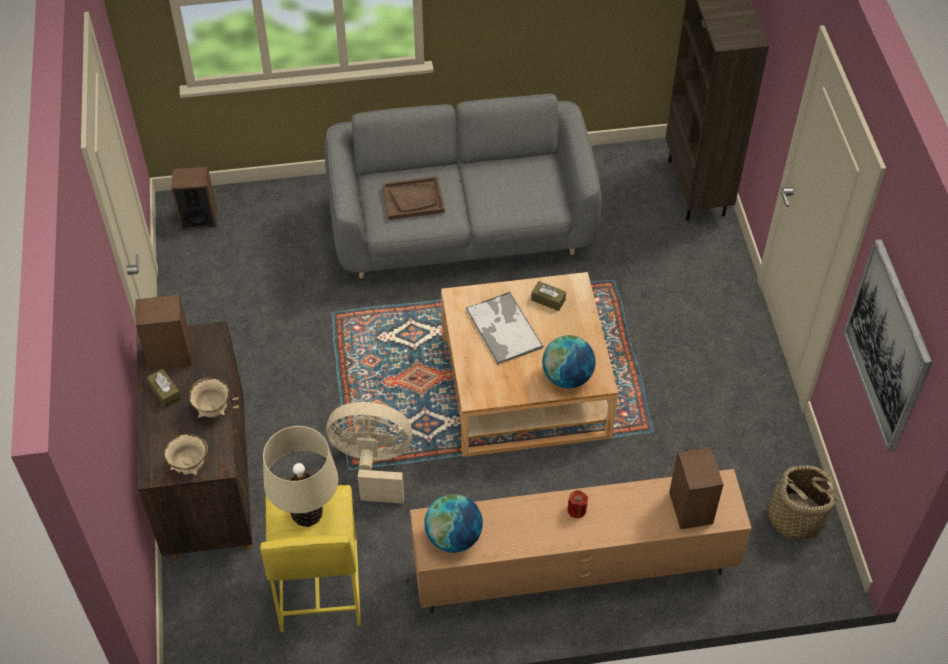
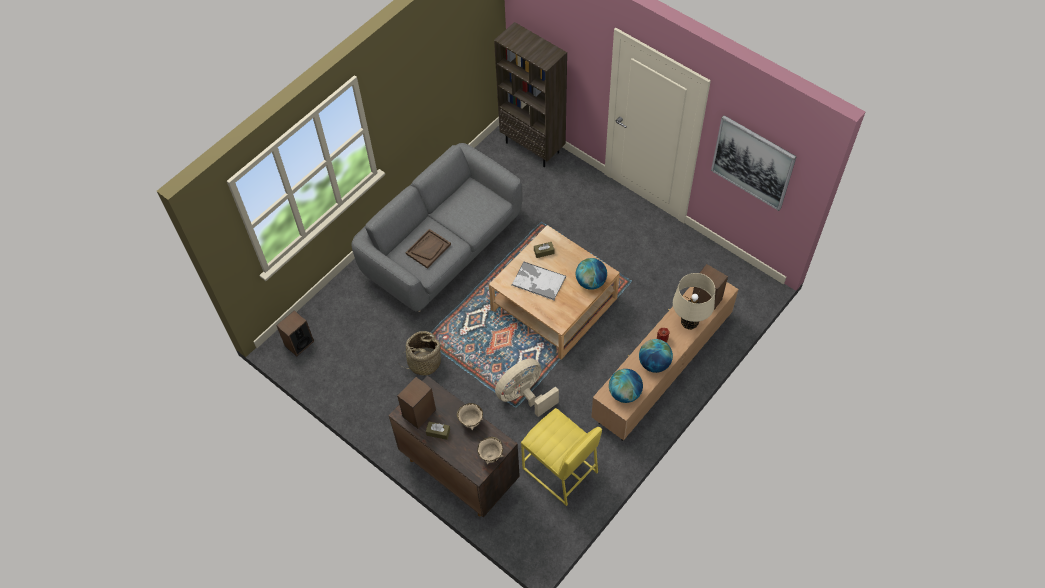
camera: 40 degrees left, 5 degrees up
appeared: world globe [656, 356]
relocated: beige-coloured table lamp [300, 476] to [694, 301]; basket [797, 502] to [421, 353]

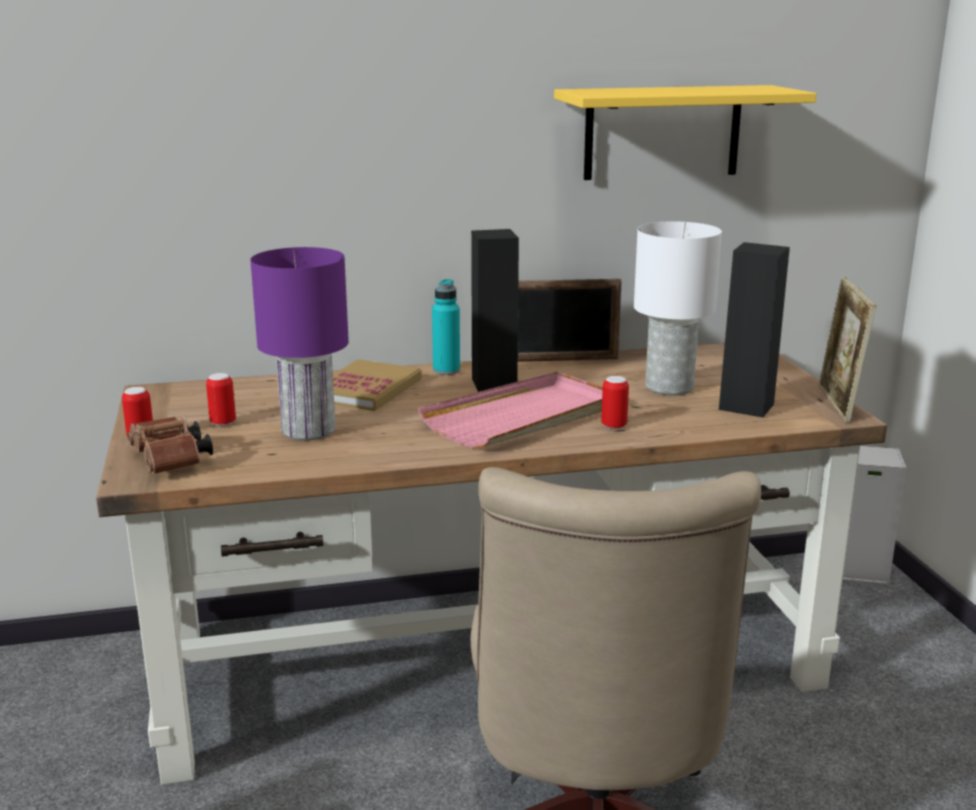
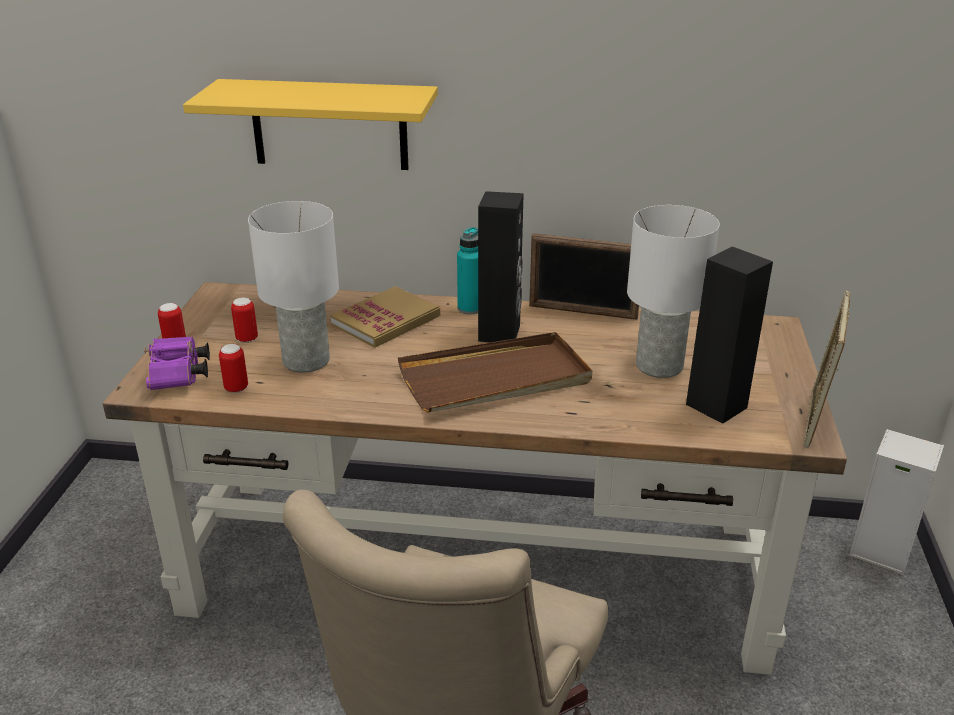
camera: 20 degrees right, 10 degrees up
relocated: yellow bracket shelf [685, 132] to [310, 124]; sealed can [615, 402] to [233, 368]
colour: brownish field glasses [170, 445] to purple field glasses [177, 363]; purple table lamp [299, 343] to whitish table lamp [293, 286]; pinkish serving tray [510, 409] to brownish serving tray [495, 372]

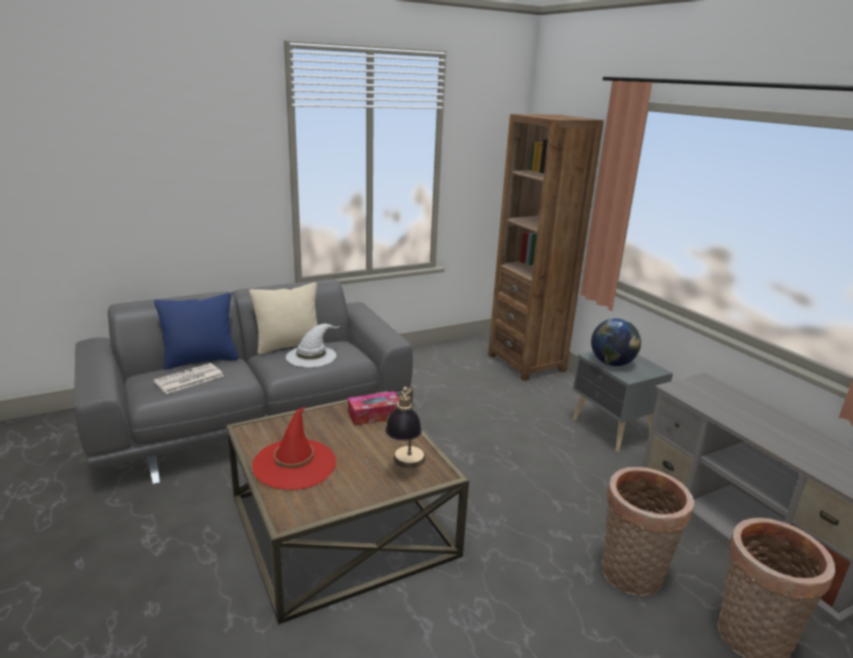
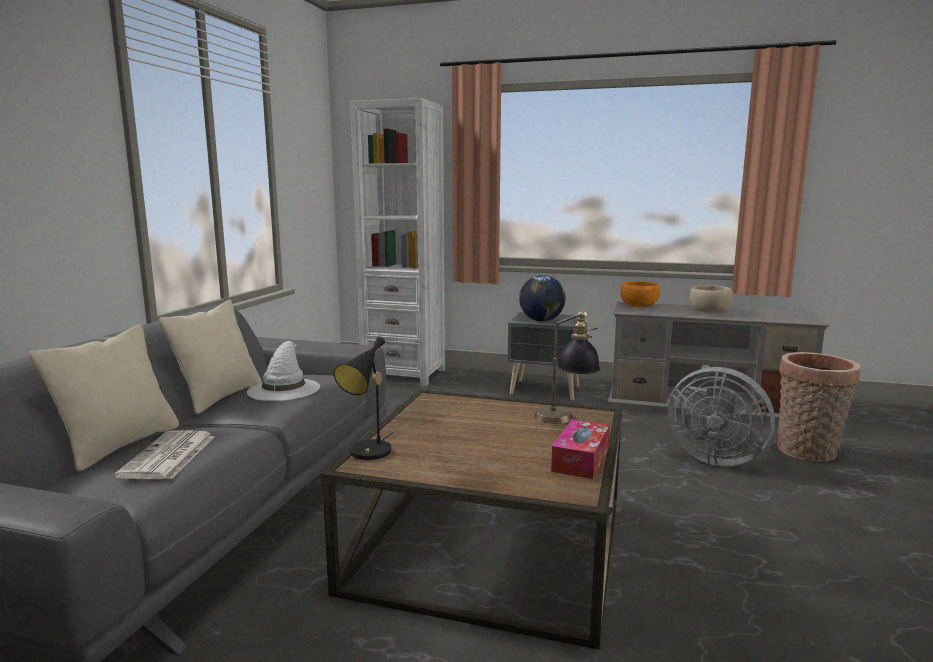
camera: 45 degrees left, 10 degrees down
missing: reddish wearable hat [294, 448]
appeared: black-coloured table lamp [363, 398]; orange-coloured deep dish [640, 294]; beige-coloured deep dish [711, 299]
relocated: box of tissues [373, 408] to [580, 449]
exchanged: basket [647, 531] to gray fan [721, 416]
colour: bluish throw pillow [196, 331] to beige-coloured throw pillow [104, 398]; brownish bookshelf [546, 247] to whitish bookshelf [397, 242]

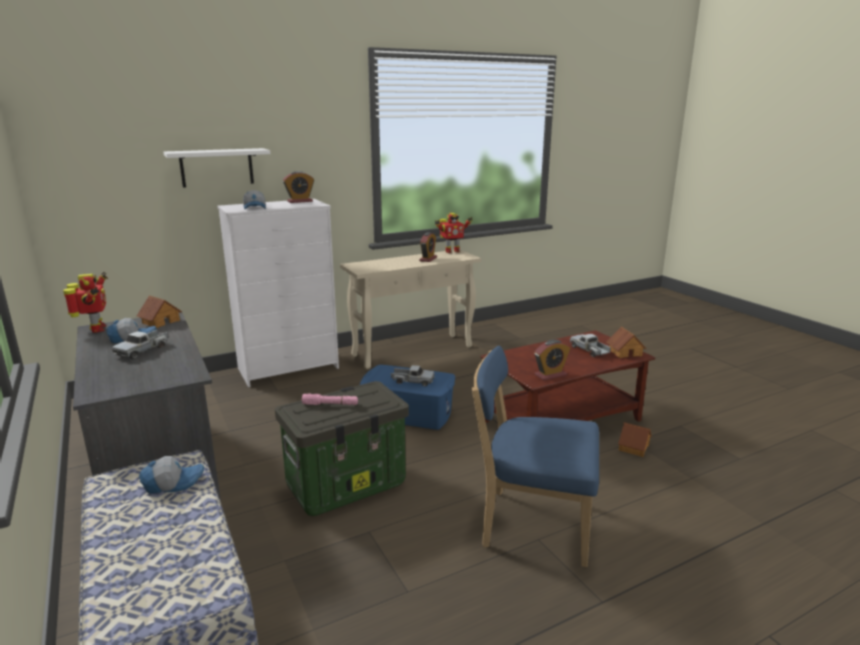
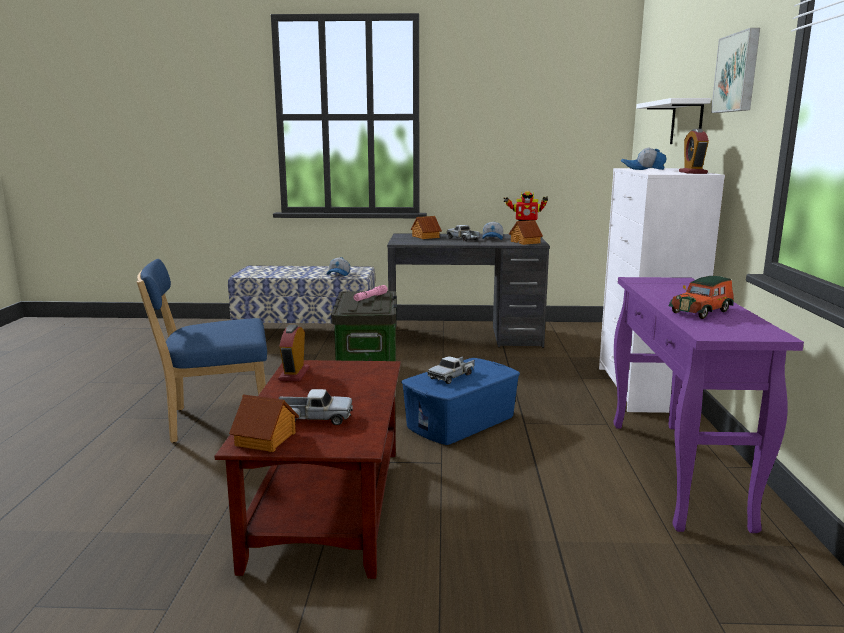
camera: 120 degrees right, 5 degrees down
missing: robot figure [453, 233]
appeared: picture [735, 70]
relocated: model house [634, 439] to [426, 227]
exchanged: table clock [428, 247] to miniature car [701, 297]
colour: beige-coloured narrow table [410, 309] to purple narrow table [708, 405]
spun: bluish upright chair [535, 456] = [201, 351] 150 degrees counterclockwise

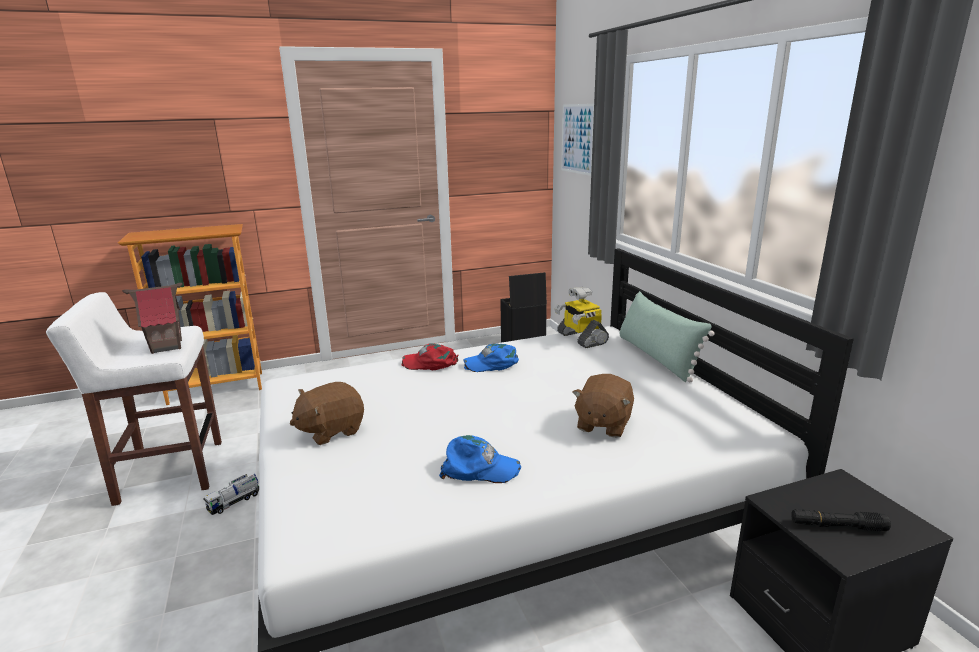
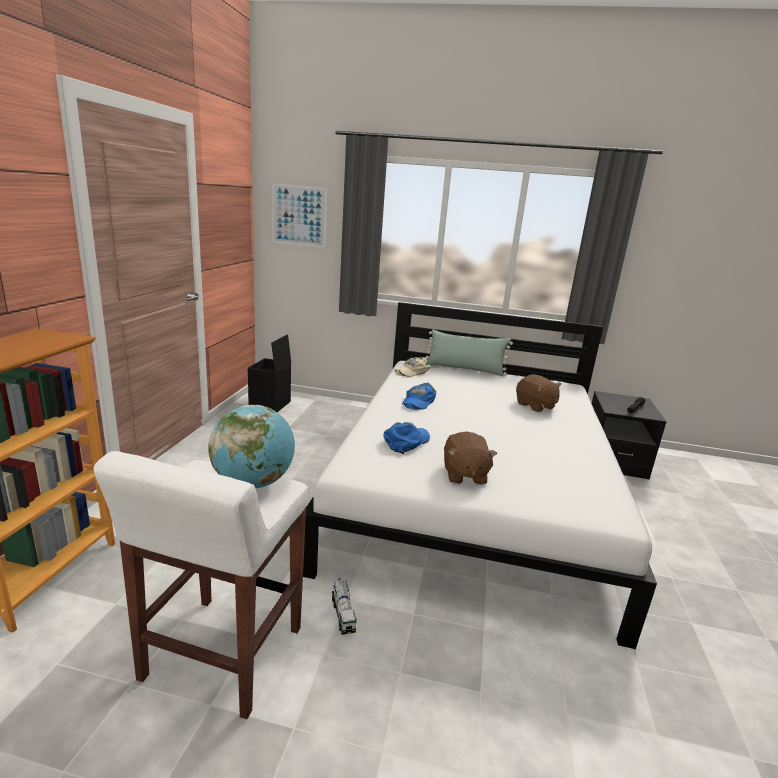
camera: 60 degrees left, 0 degrees up
missing: reddish baseball cap [430, 356]
relocated: bluish baseball cap [480, 459] to [406, 438]
exchanged: model house [152, 318] to world globe [251, 446]; robot figure [581, 317] to beige-coloured baseball cap [412, 367]

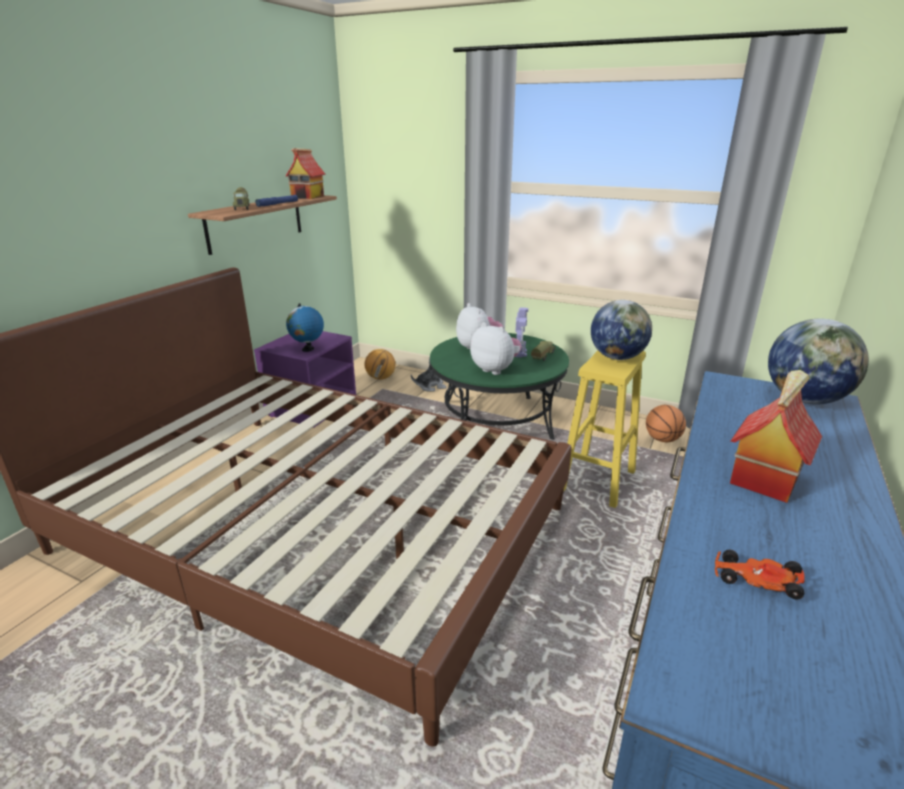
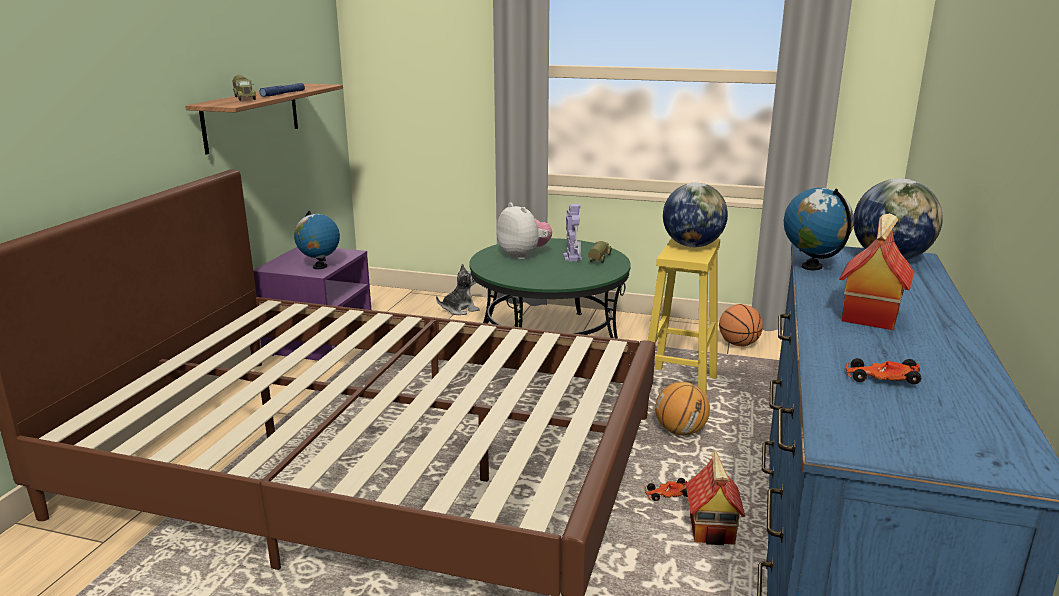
camera: 10 degrees left, 5 degrees down
missing: cuddly toy [495, 348]
appeared: miniature car [666, 489]; world globe [819, 229]
relocated: model house [306, 173] to [715, 497]; basketball ball [380, 364] to [682, 409]

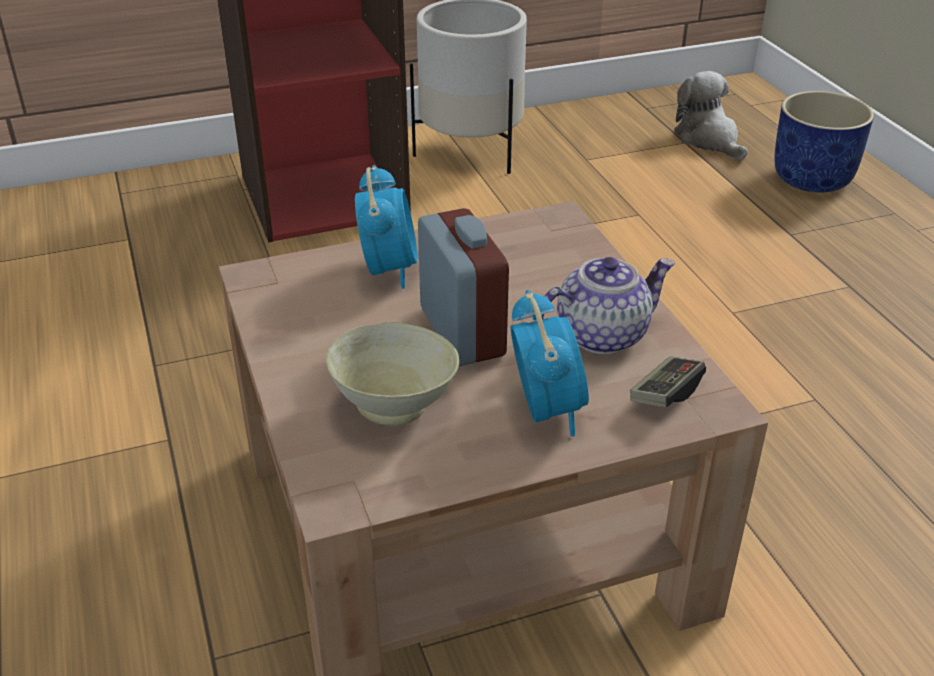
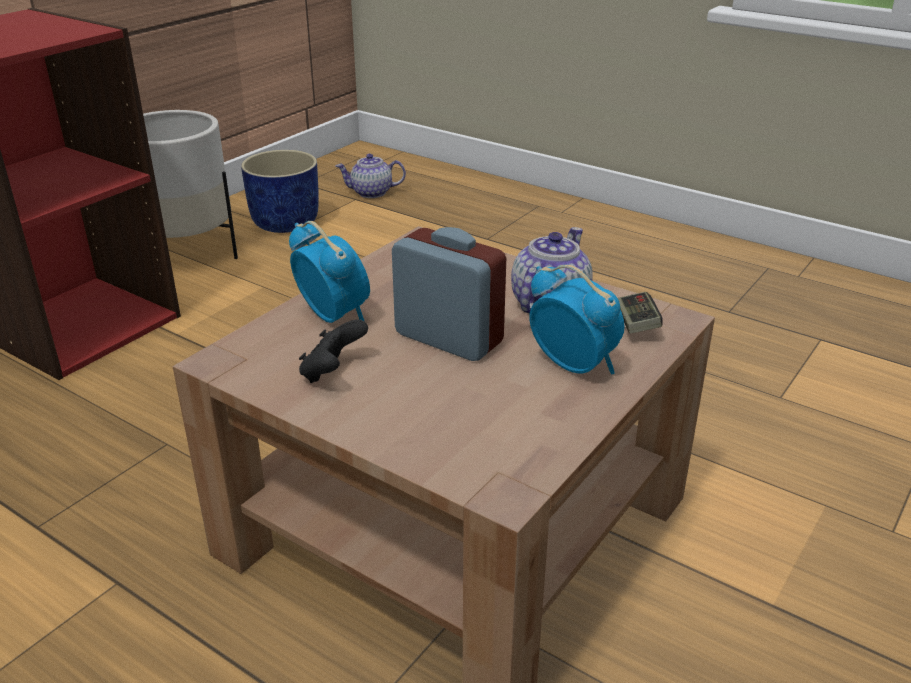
camera: 35 degrees left, 5 degrees down
missing: beige-coloured deep dish [392, 374]
appeared: black-coloured joypad [333, 351]
relocated: bluish plant pot [824, 141] to [280, 191]
exchanged: cuddly toy [711, 115] to teapot [371, 176]

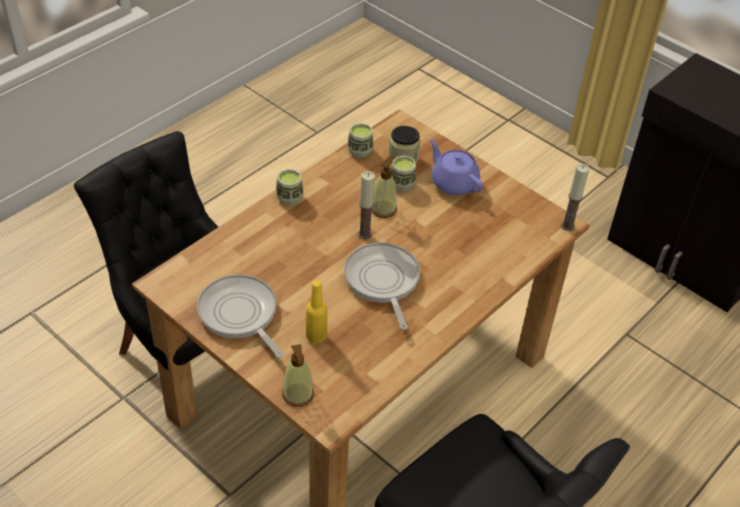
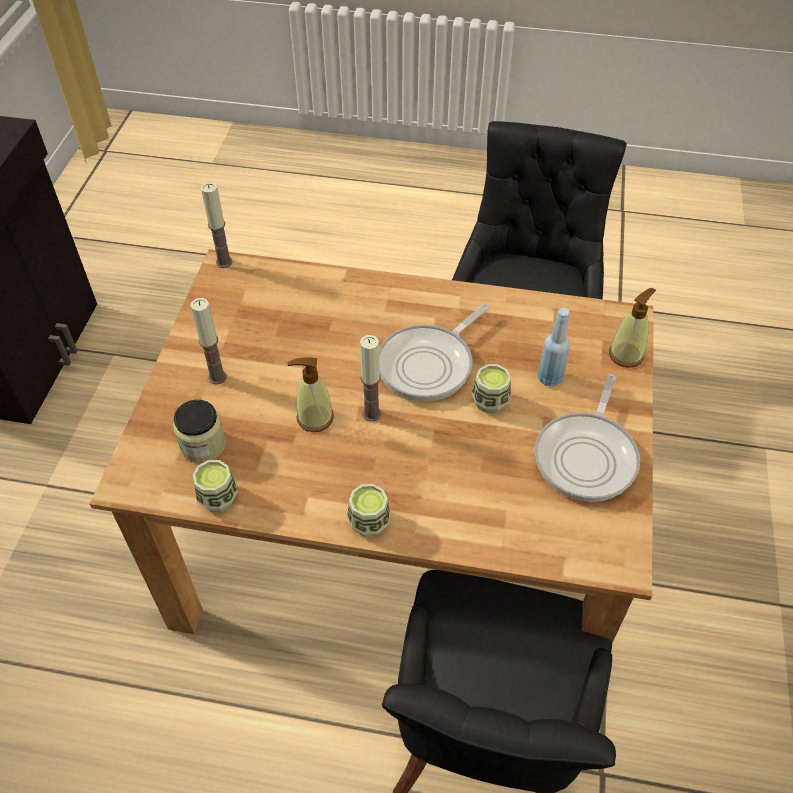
camera: 120 degrees left, 5 degrees up
relocated: drinking cup [403, 173] to [491, 388]
exchanged: purple teapot [456, 167] to candle [208, 341]
colour: yellow beverage bottle [316, 312] to bluish beverage bottle [554, 347]

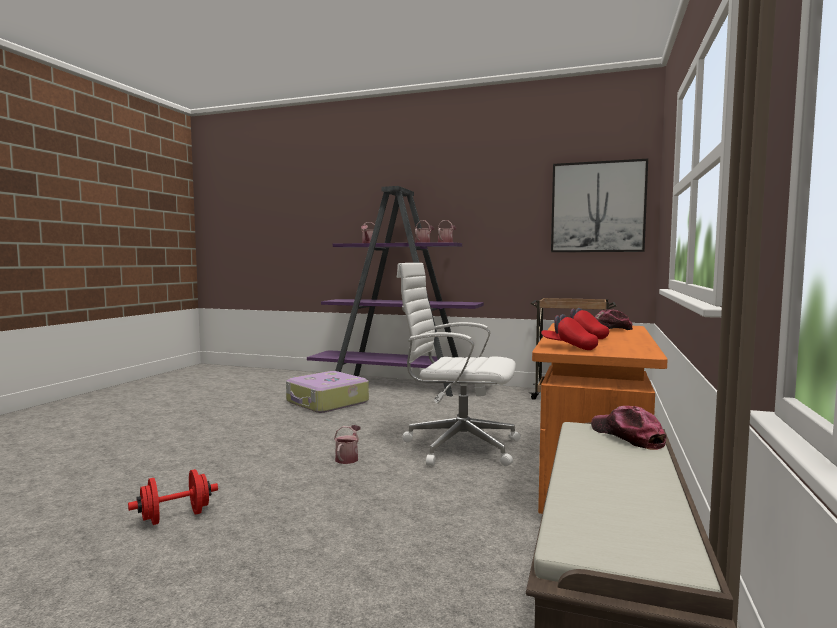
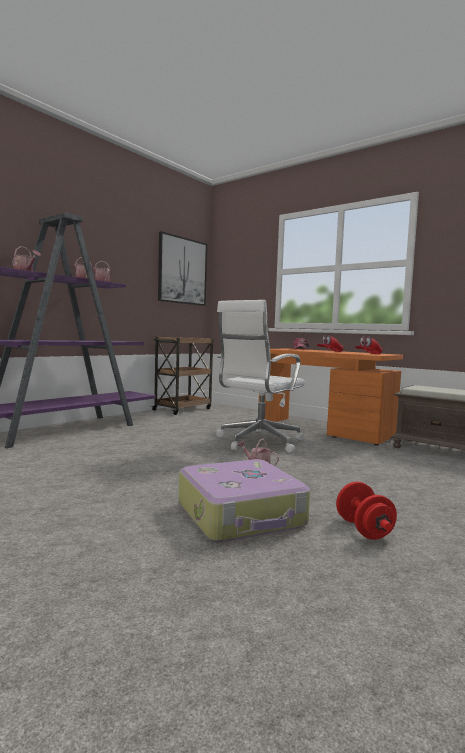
camera: 70 degrees left, 0 degrees up
missing: baseball cap [628, 428]
relocated: suitcase [327, 392] to [244, 500]

